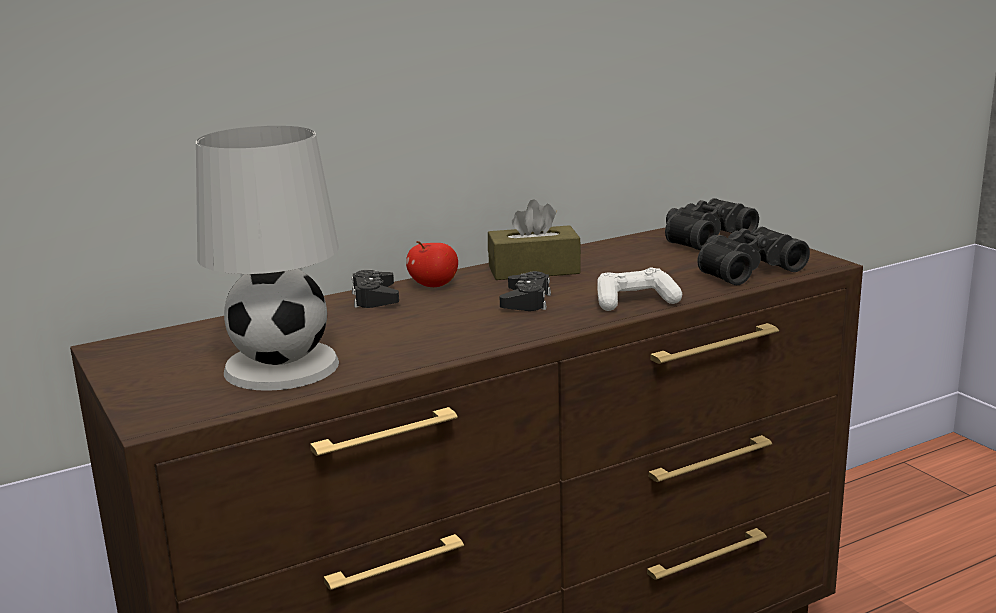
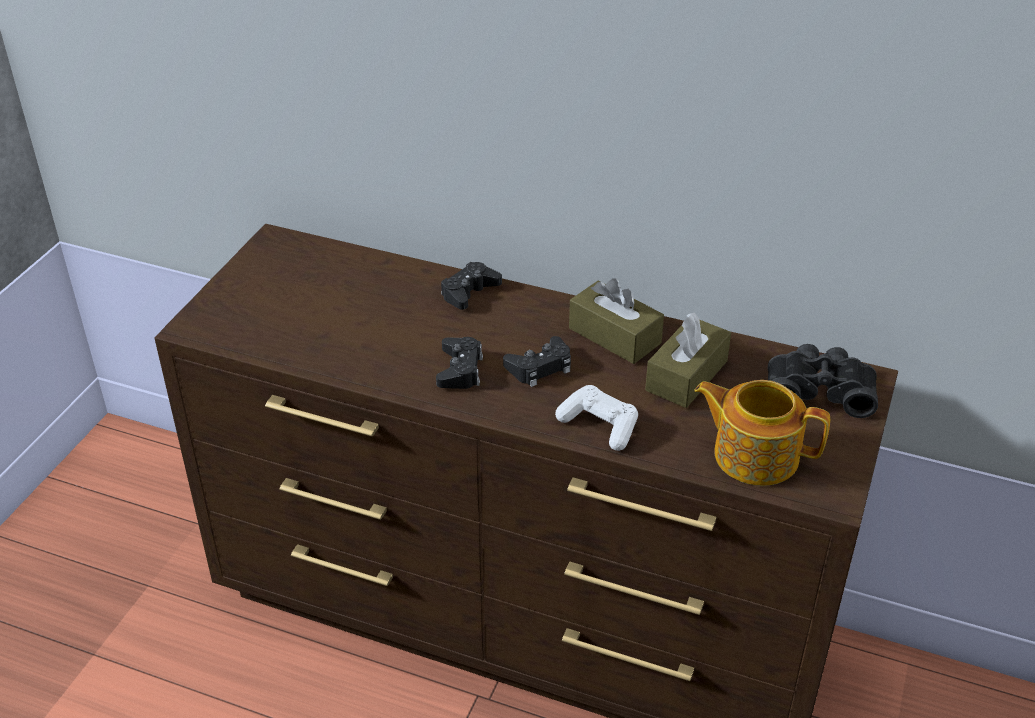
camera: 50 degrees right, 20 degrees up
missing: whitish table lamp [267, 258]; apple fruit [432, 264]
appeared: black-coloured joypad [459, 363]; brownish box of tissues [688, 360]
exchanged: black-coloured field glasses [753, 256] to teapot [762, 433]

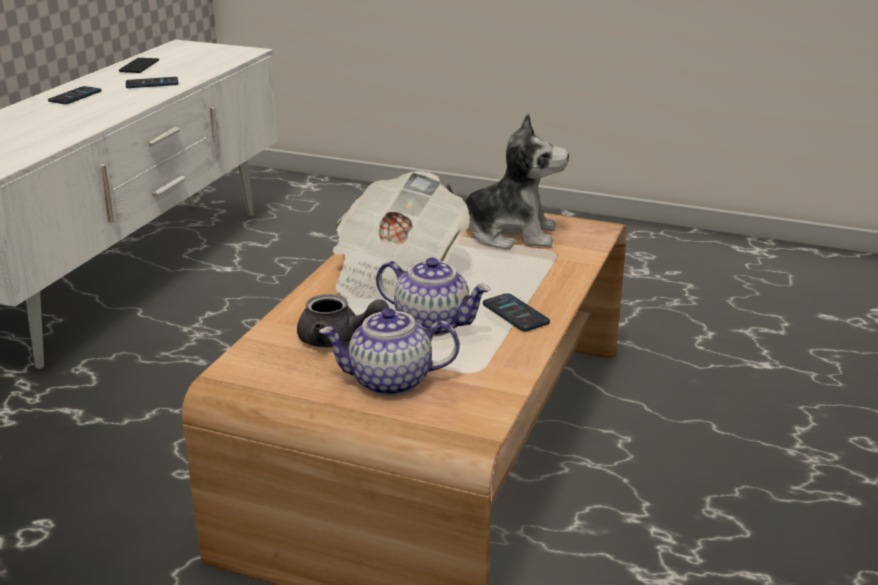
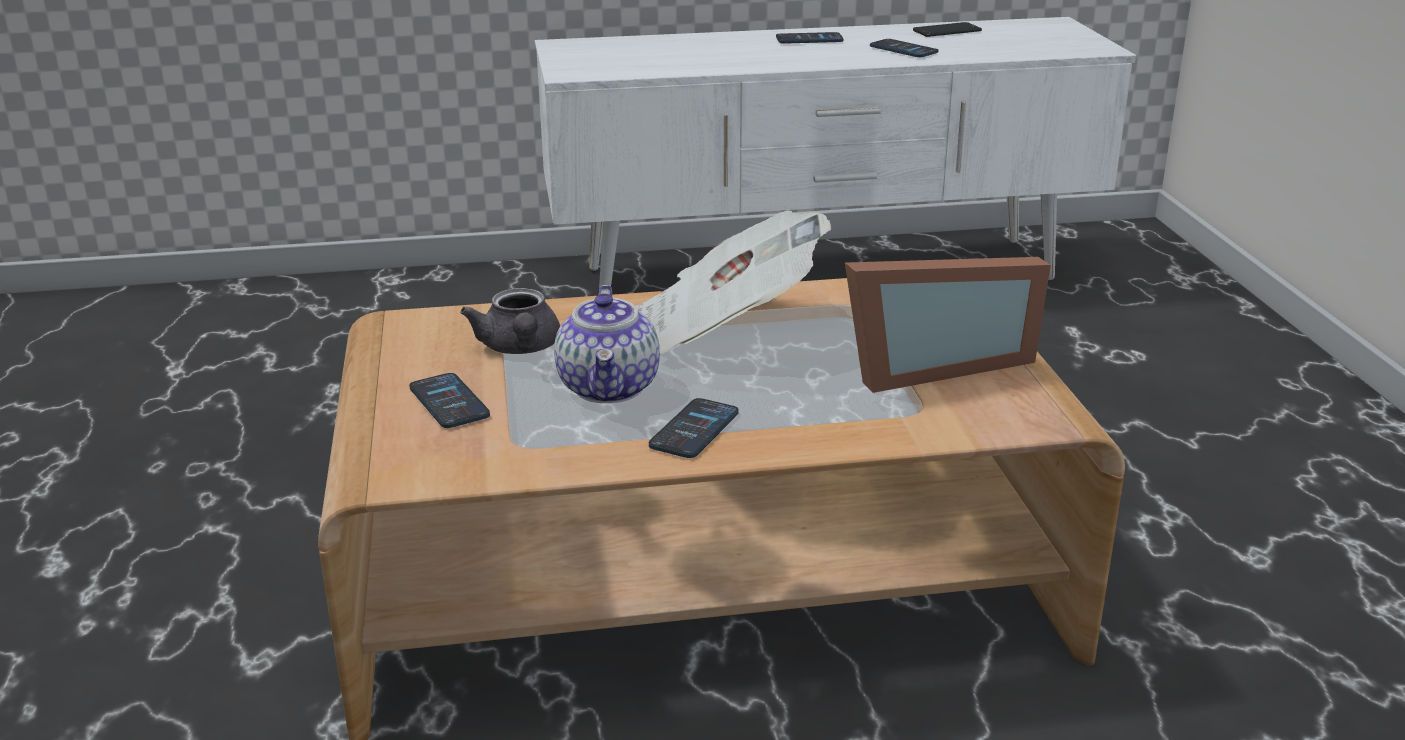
camera: 60 degrees right, 0 degrees up
exchanged: teapot [389, 352] to telephone [449, 400]; cuddly toy [508, 181] to picture frame [948, 325]

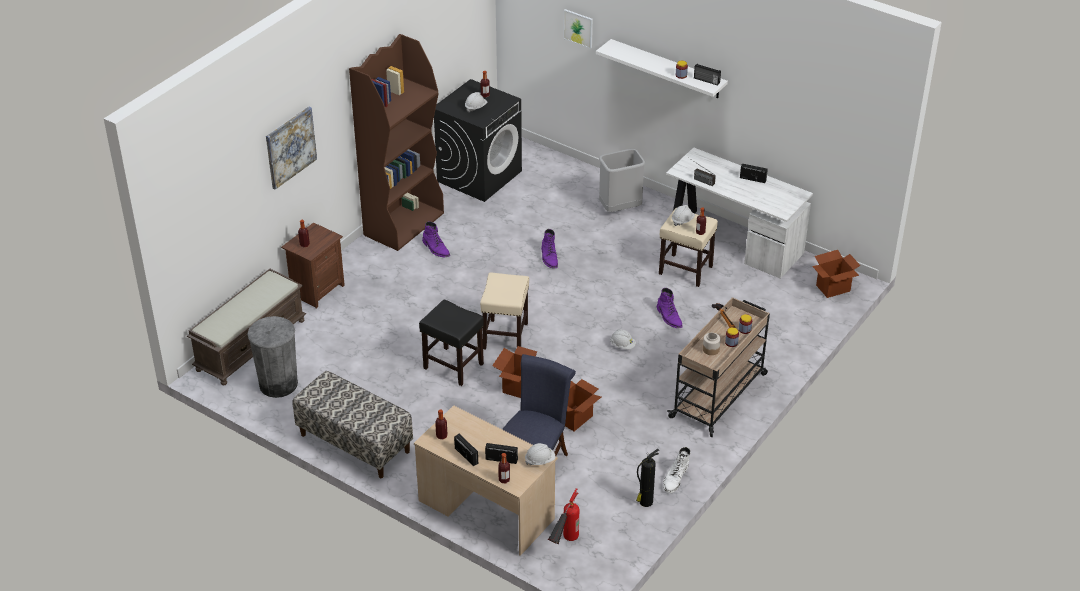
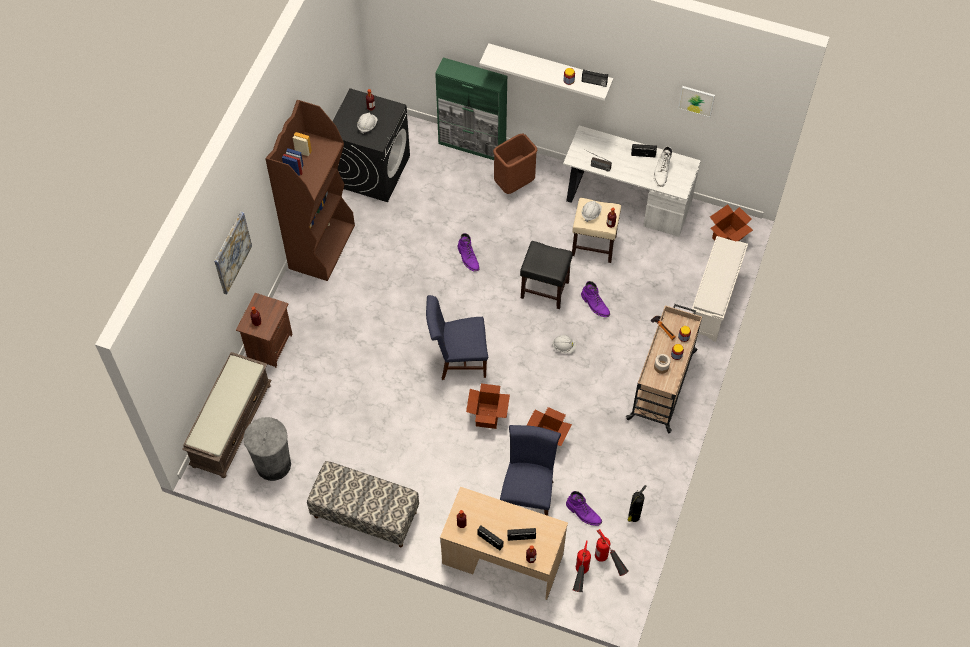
camera: 15 degrees left, 20 degrees up
missing: whitish safety helmet [540, 454]
appeared: green cabinet [471, 109]; fire extinguisher [612, 552]; whitish shoe rack [720, 289]
relocated: black-coloured sitting stool [451, 343] to [546, 275]; purple boot [436, 239] to [584, 508]; picture [578, 29] to [696, 101]; whitish boot [676, 470] to [663, 166]
exchanged: beige-coloured sitting stool [504, 311] to bluish upright chair [457, 337]
colour: gray waste bin [622, 180] to brownish waste bin [515, 163]

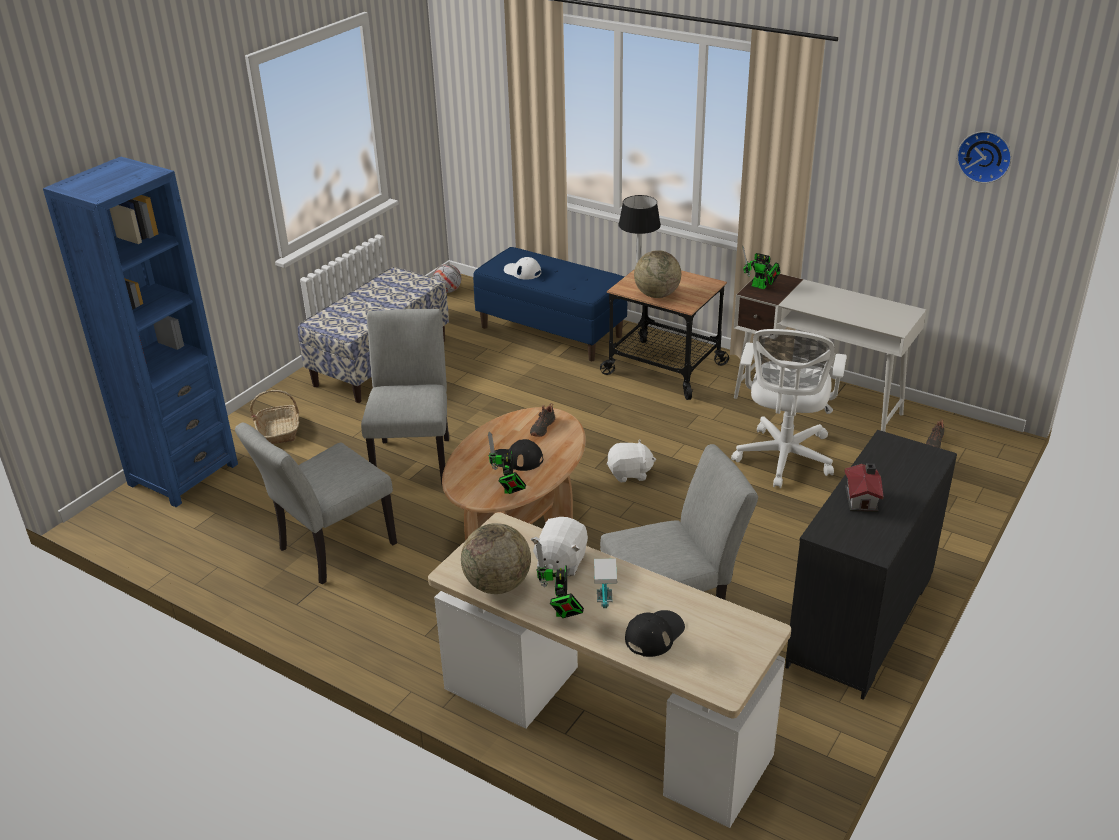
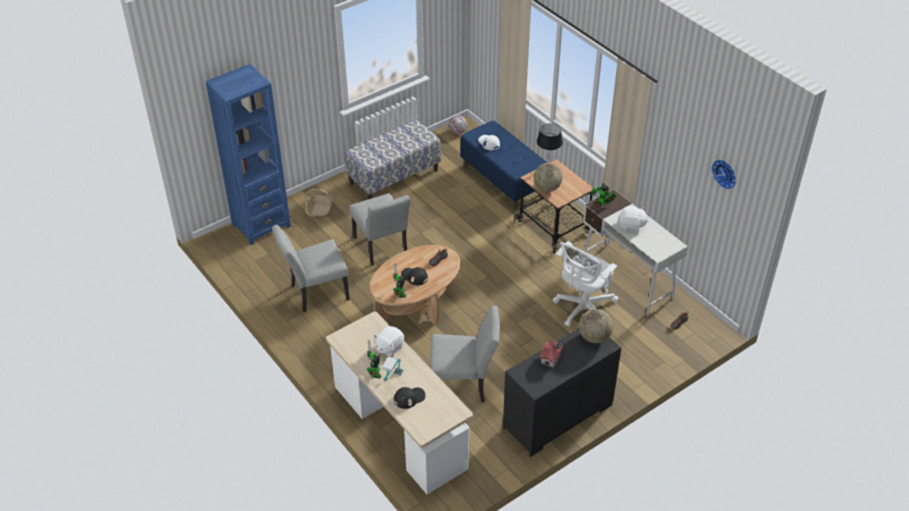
camera: 20 degrees right, 10 degrees up
relocated: world globe [496, 558] to [596, 326]; whitish cuddly toy [631, 461] to [634, 219]
spun: gray upright chair [405, 397] = [380, 229] 135 degrees clockwise

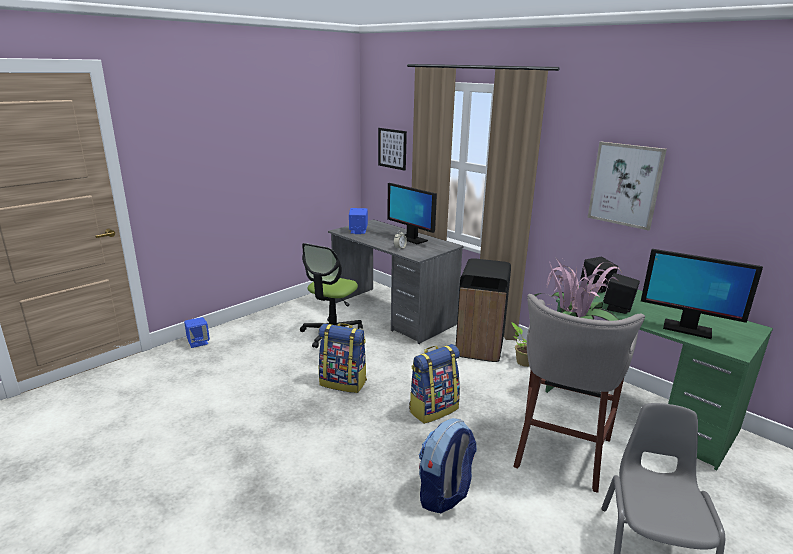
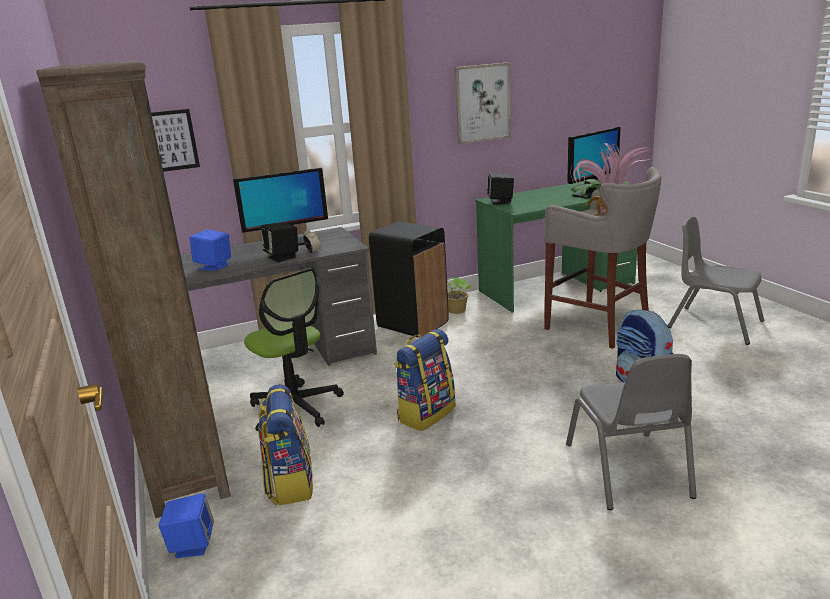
camera: 65 degrees left, 0 degrees up
appeared: brownish bookshelf [133, 289]; gray upright chair [631, 432]
relocated: backpack [434, 384] to [285, 444]; black-coloured audio speaker [621, 293] to [279, 242]

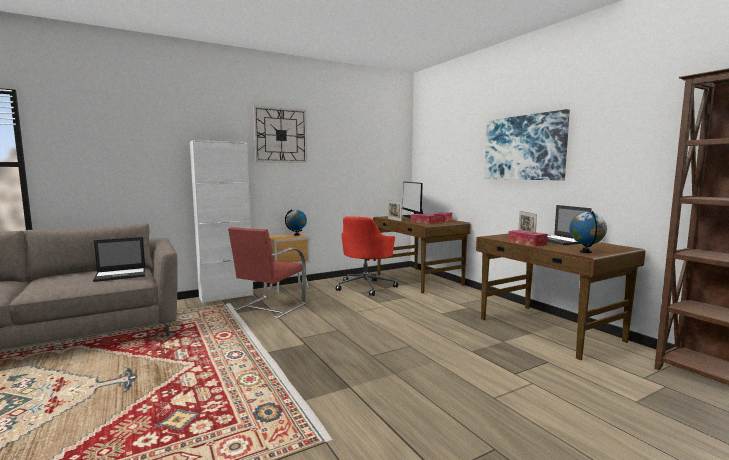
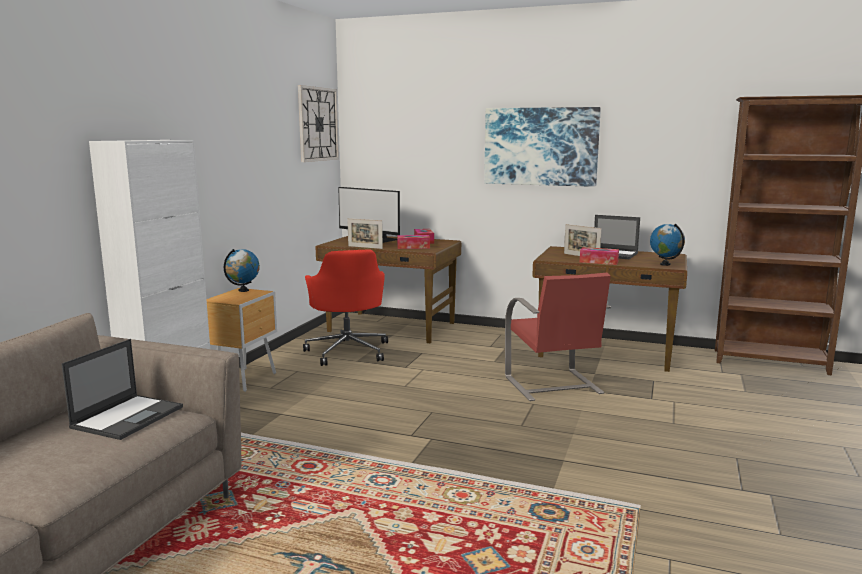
camera: 40 degrees left, 5 degrees up
relocated: reddish upright chair [267, 272] to [558, 337]; clock on the wall [280, 134] to [318, 123]

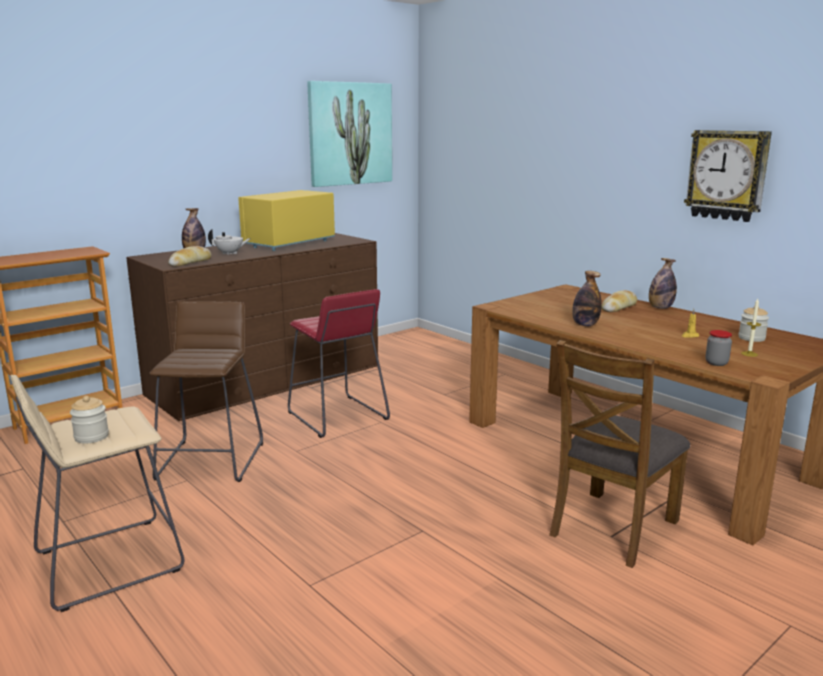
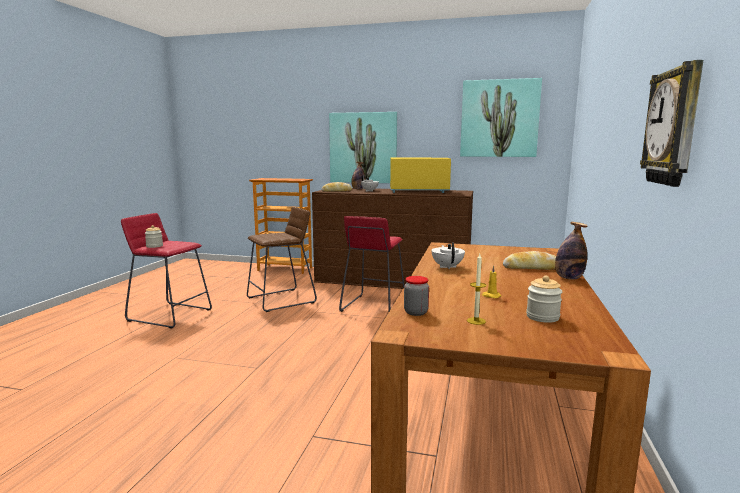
camera: 55 degrees right, 5 degrees down
missing: brownish upright chair [620, 454]
appeared: picture [363, 147]
exchanged: beverage bottle [587, 298] to whitish teapot [448, 256]
colour: beige-coloured sitting stool [97, 493] to reddish sitting stool [166, 271]

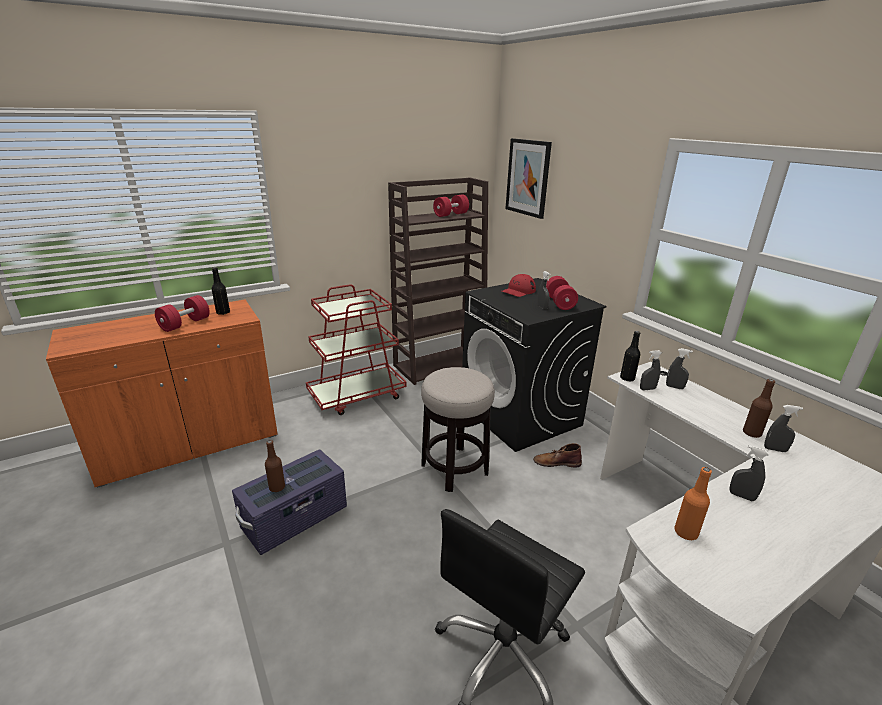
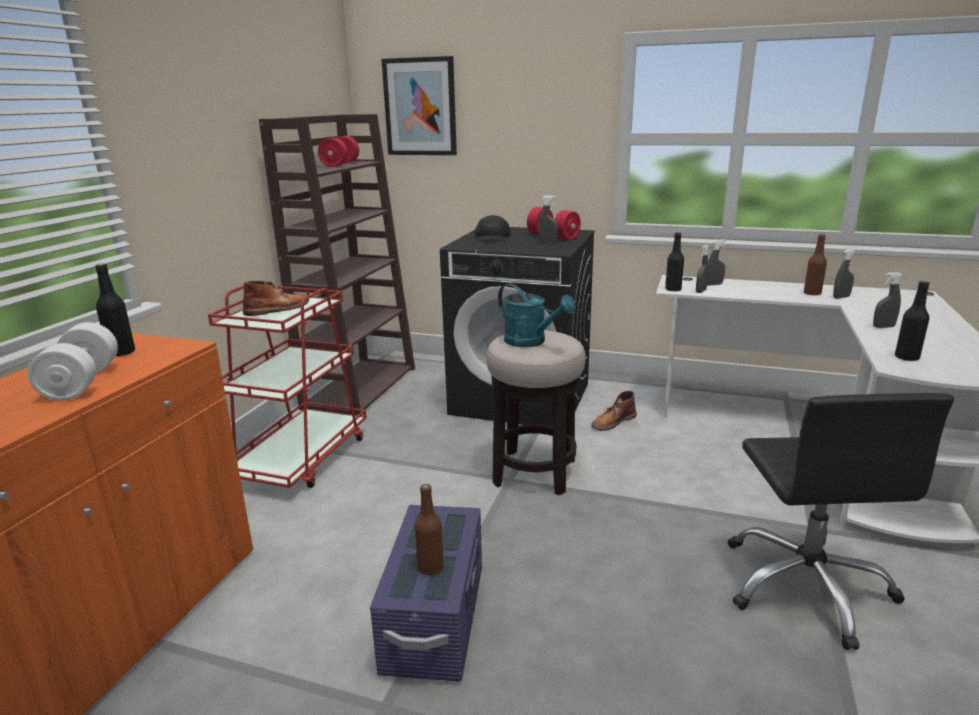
camera: 40 degrees left, 5 degrees down
appeared: brownish boot [276, 298]; turquoise watering can [537, 315]
colour: reddish hand weight [182, 313] to whitish hand weight [72, 361]; reddish baseball cap [519, 285] to black-coloured baseball cap [493, 228]; orange-coloured beverage bottle [693, 503] to black-coloured beverage bottle [912, 321]

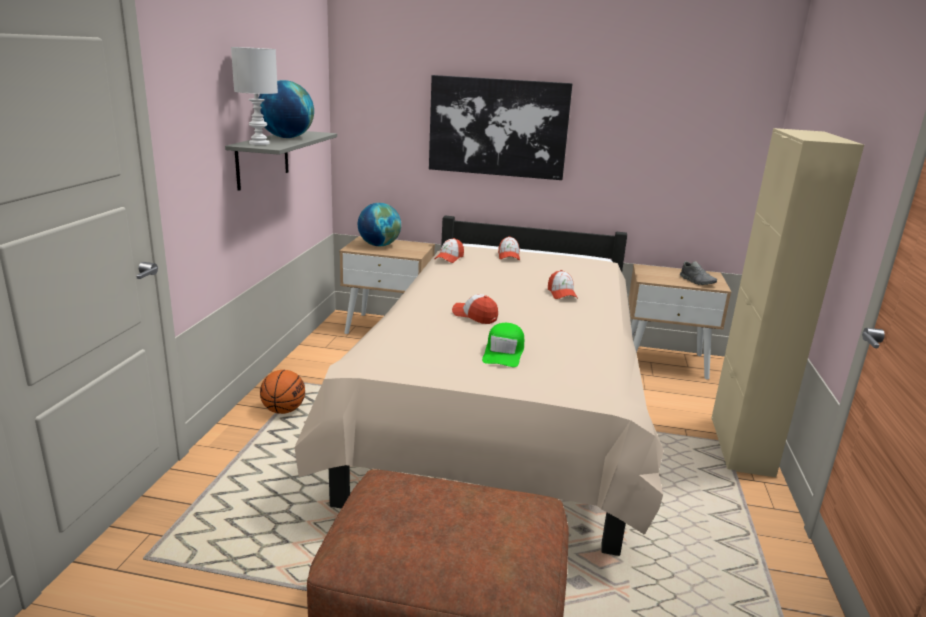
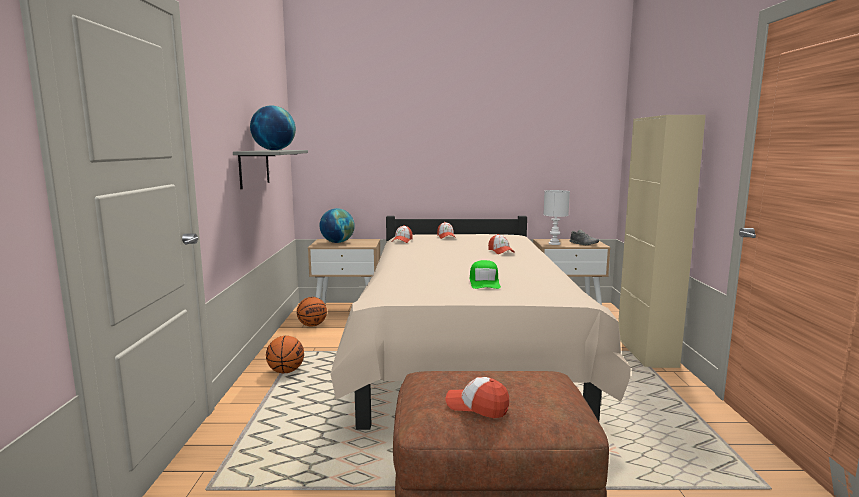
camera: 10 degrees left, 10 degrees down
missing: picture [500, 127]
appeared: basketball ball [312, 312]
relocated: whitish table lamp [254, 96] to [556, 217]; baseball cap [475, 309] to [477, 397]

